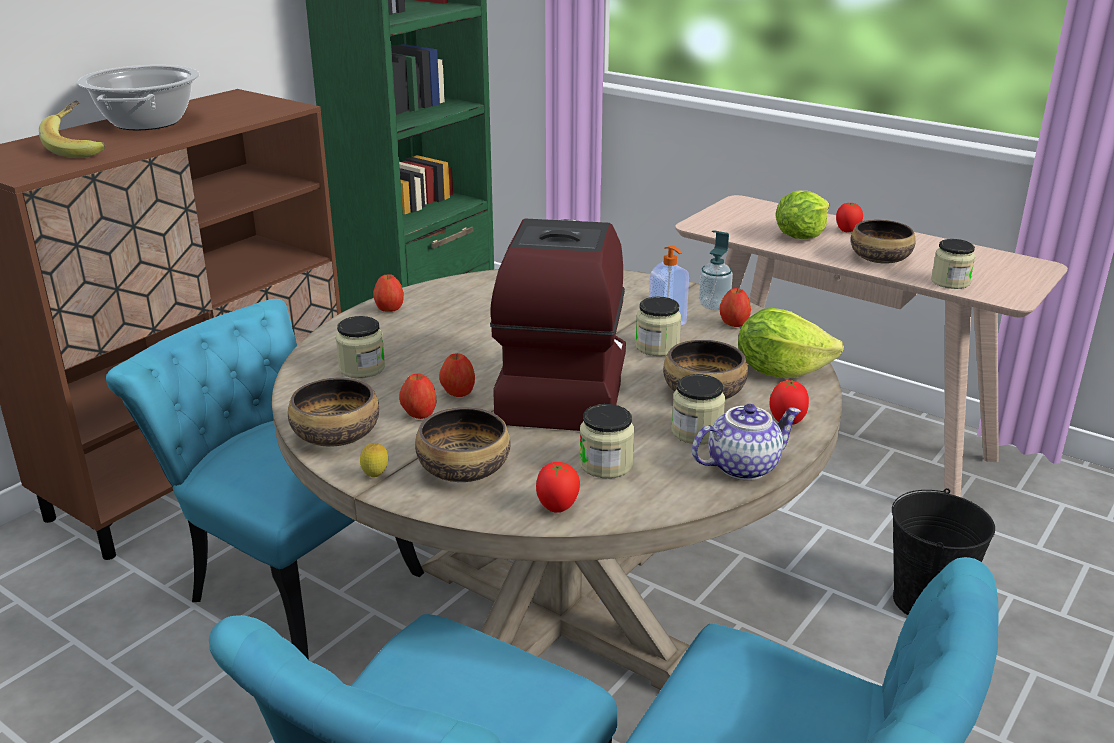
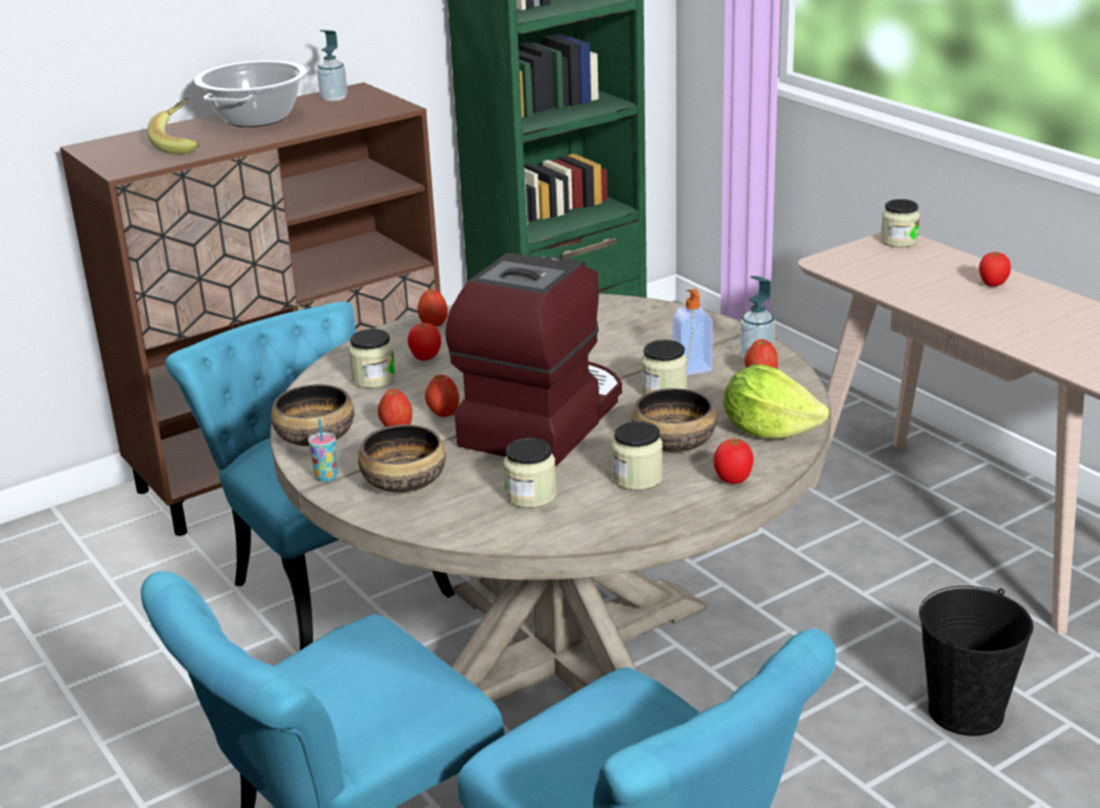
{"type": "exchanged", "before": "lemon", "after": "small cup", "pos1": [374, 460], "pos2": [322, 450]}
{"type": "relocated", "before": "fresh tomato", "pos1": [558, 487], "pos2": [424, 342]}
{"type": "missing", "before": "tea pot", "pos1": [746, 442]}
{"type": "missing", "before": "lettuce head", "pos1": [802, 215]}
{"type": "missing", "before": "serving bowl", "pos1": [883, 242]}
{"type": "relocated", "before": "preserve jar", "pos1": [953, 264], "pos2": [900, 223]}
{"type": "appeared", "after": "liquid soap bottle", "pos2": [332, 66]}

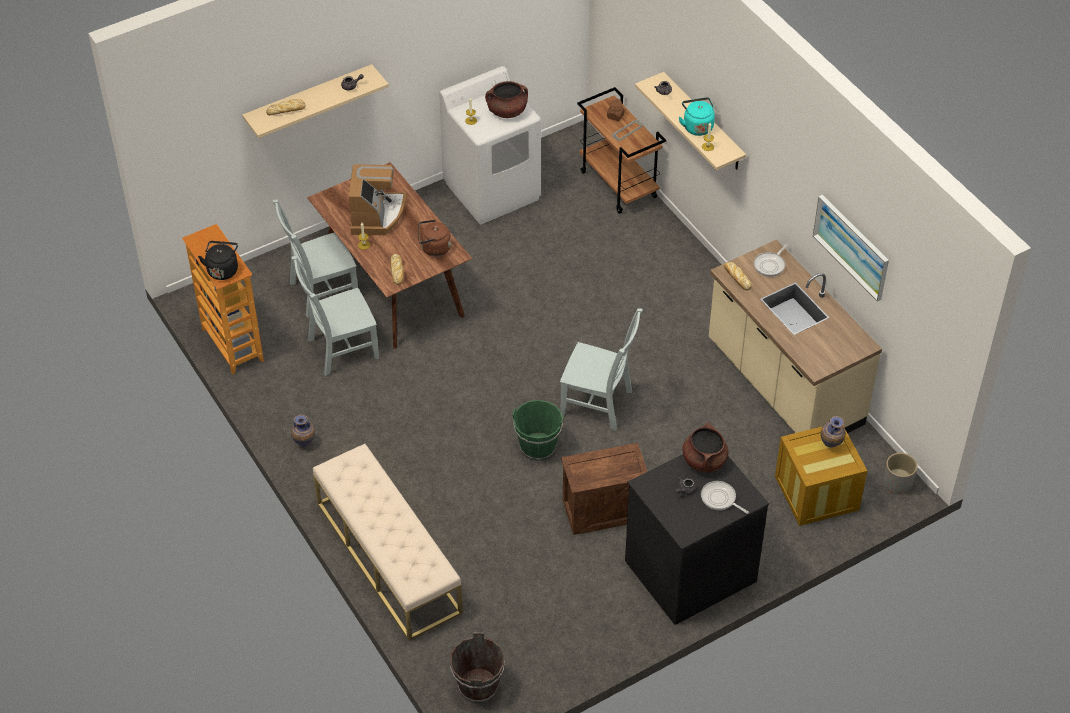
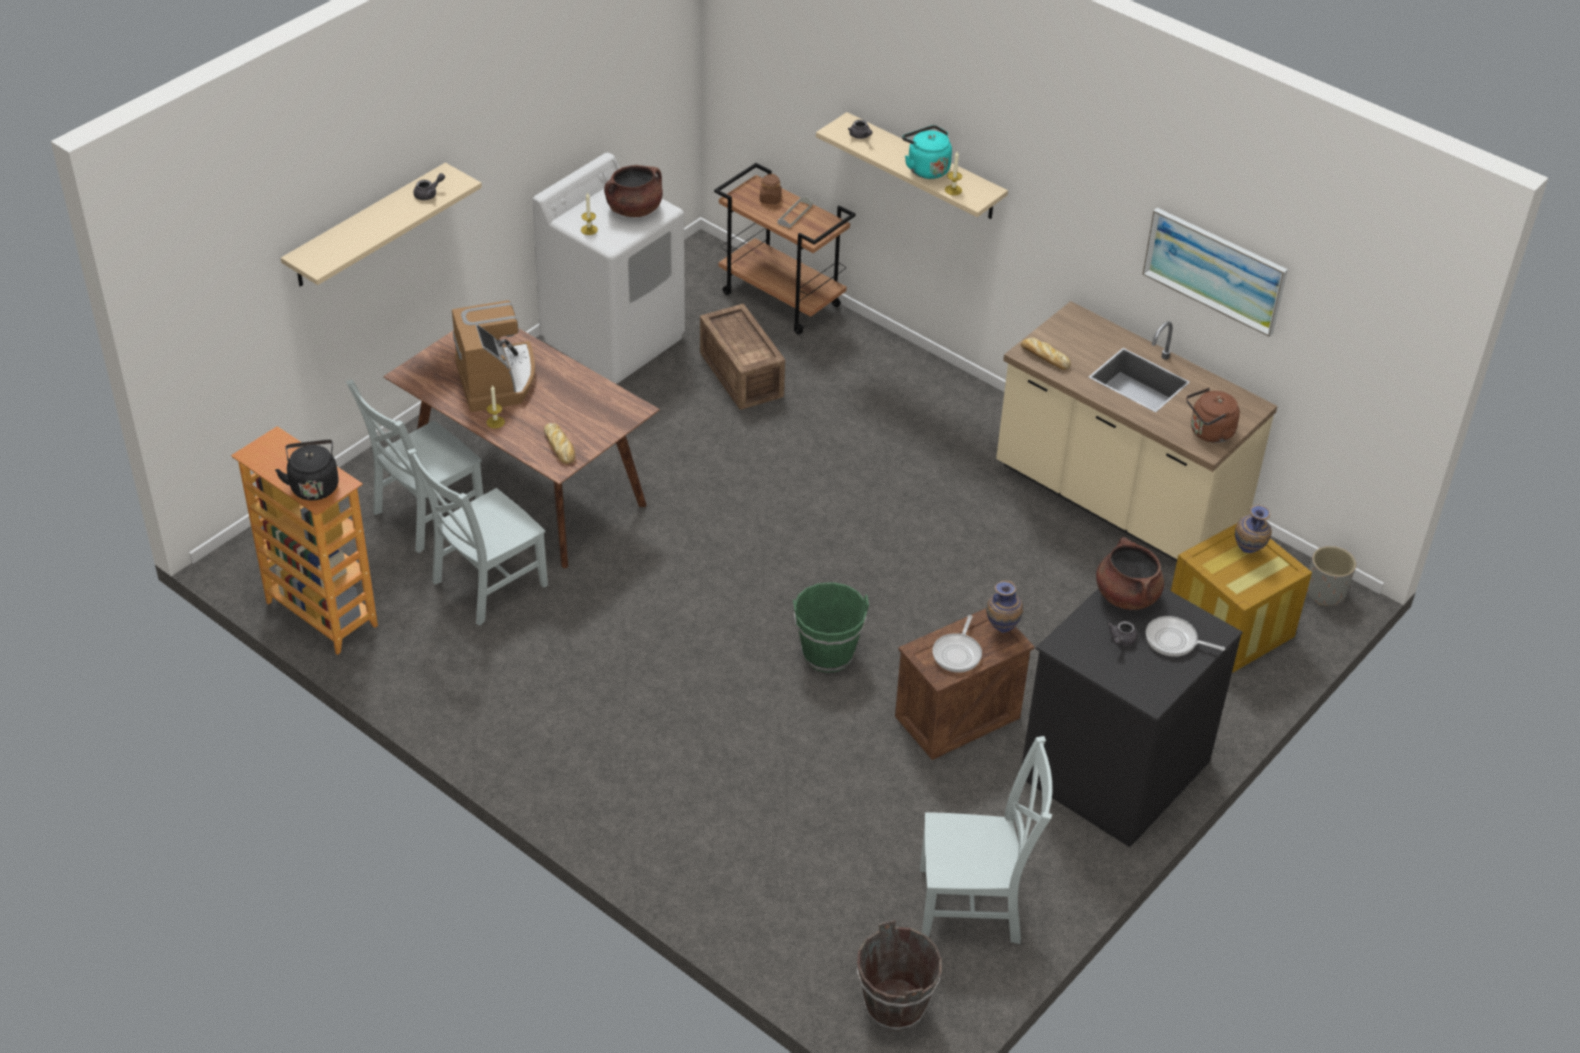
{"type": "missing", "before": "bakery bread", "pos1": [286, 107]}
{"type": "relocated", "before": "decorative vase", "pos1": [303, 430], "pos2": [1004, 607]}
{"type": "missing", "before": "sand-coloured long seat", "pos1": [388, 542]}
{"type": "relocated", "before": "brownish kettle", "pos1": [434, 238], "pos2": [1213, 415]}
{"type": "relocated", "before": "gray chair", "pos1": [601, 369], "pos2": [986, 840]}
{"type": "relocated", "before": "pan", "pos1": [771, 260], "pos2": [957, 644]}
{"type": "appeared", "after": "crate", "pos2": [742, 357]}

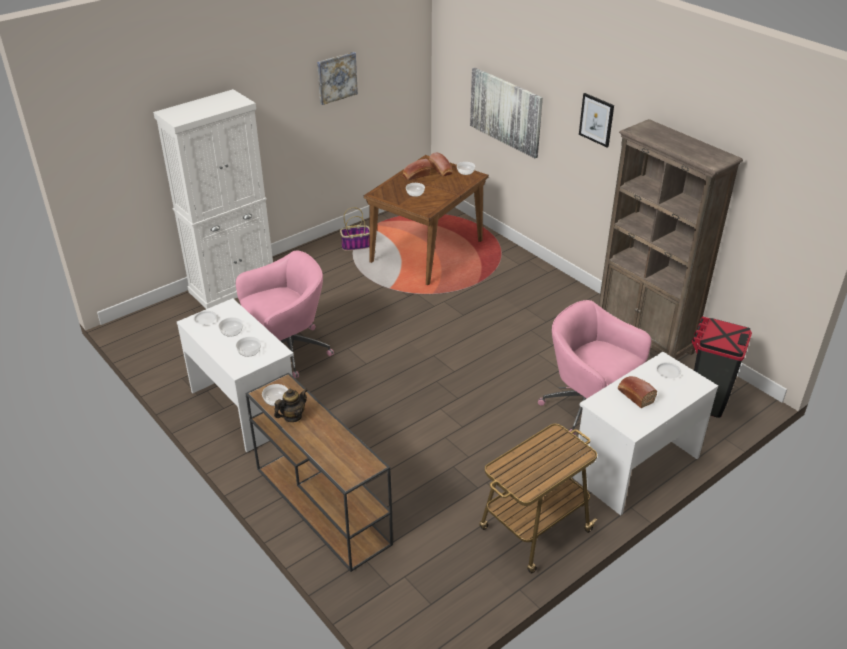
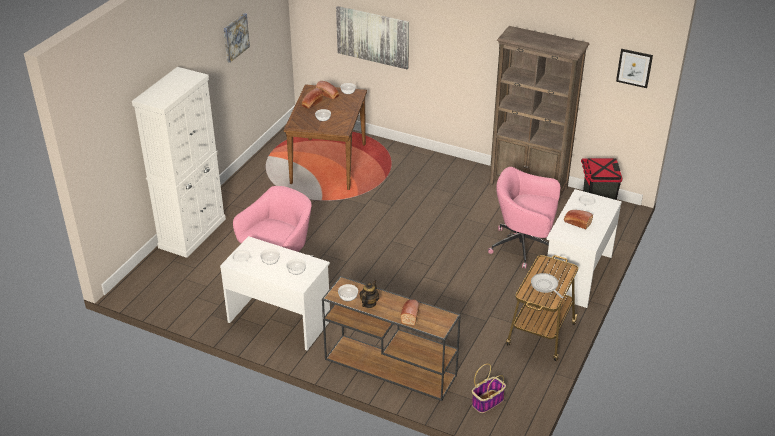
{"type": "relocated", "before": "basket", "pos1": [354, 229], "pos2": [489, 388]}
{"type": "relocated", "before": "wall art", "pos1": [596, 120], "pos2": [634, 68]}
{"type": "appeared", "after": "bakery bread", "pos2": [410, 312]}
{"type": "appeared", "after": "pan", "pos2": [547, 285]}

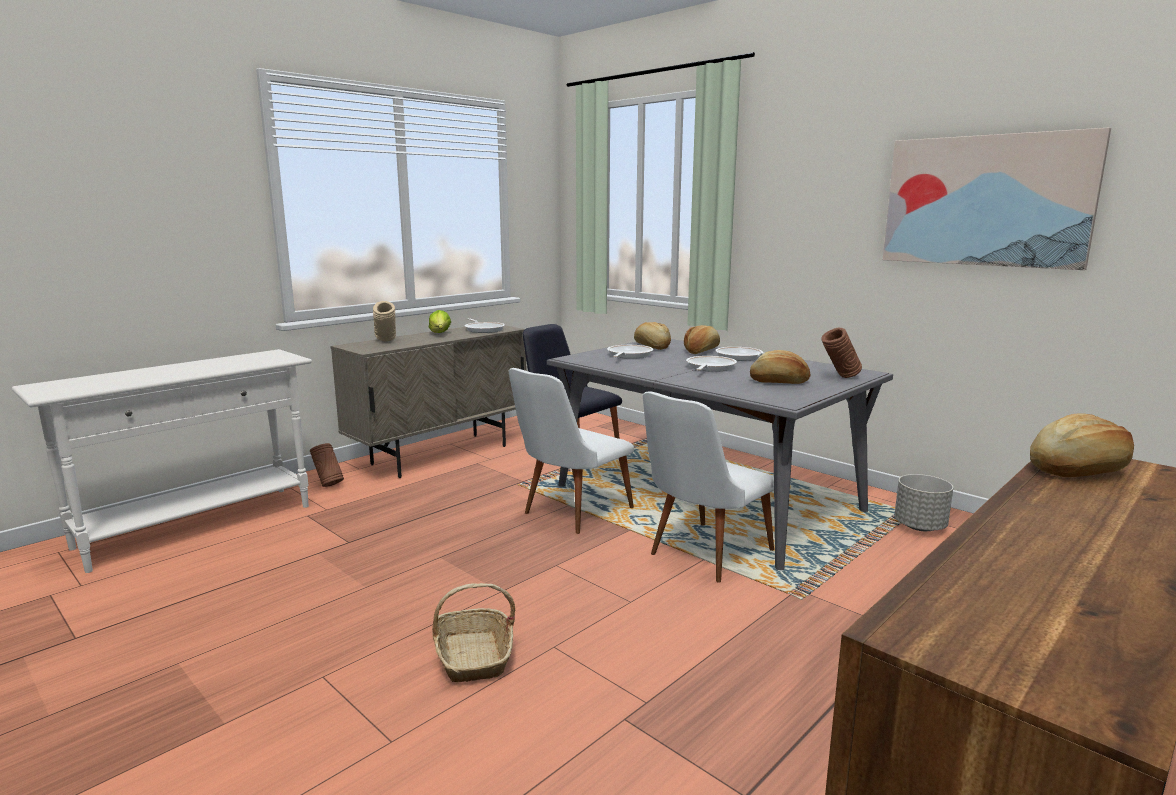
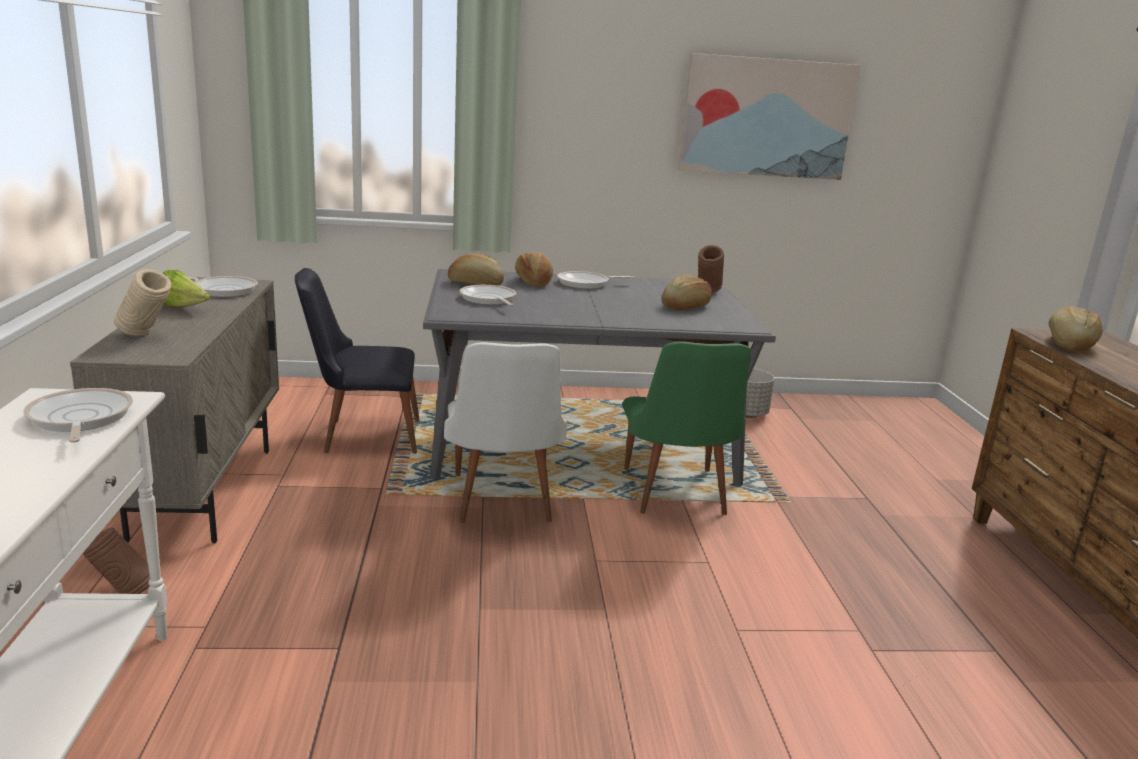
{"type": "missing", "before": "basket", "pos1": [474, 632]}
{"type": "colour", "before": "white-coloured chair", "after": "green chair", "pos1": [708, 487], "pos2": [687, 428]}
{"type": "relocated", "before": "pan", "pos1": [711, 364], "pos2": [78, 415]}

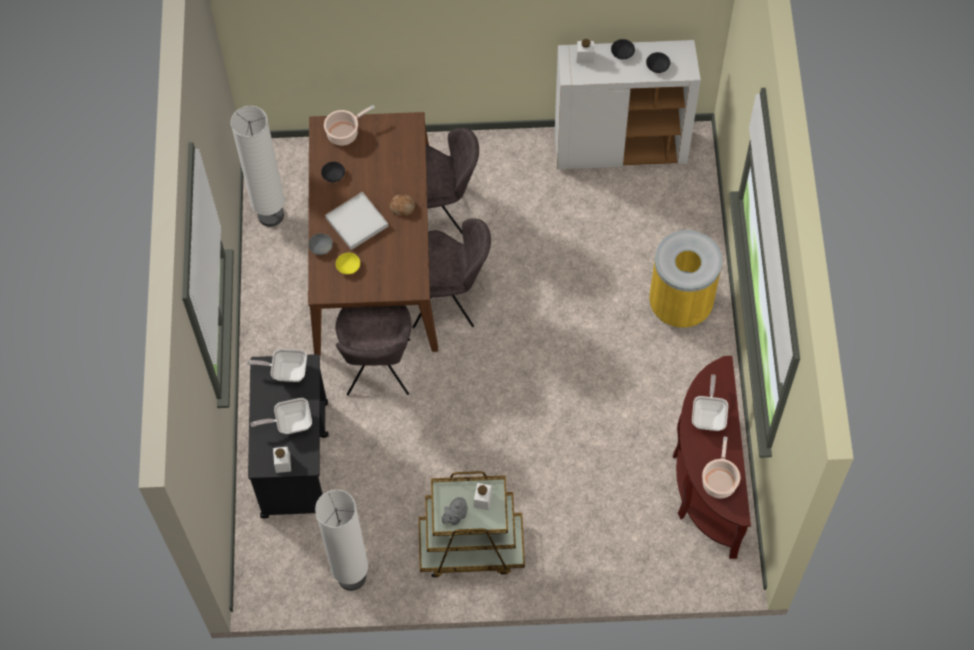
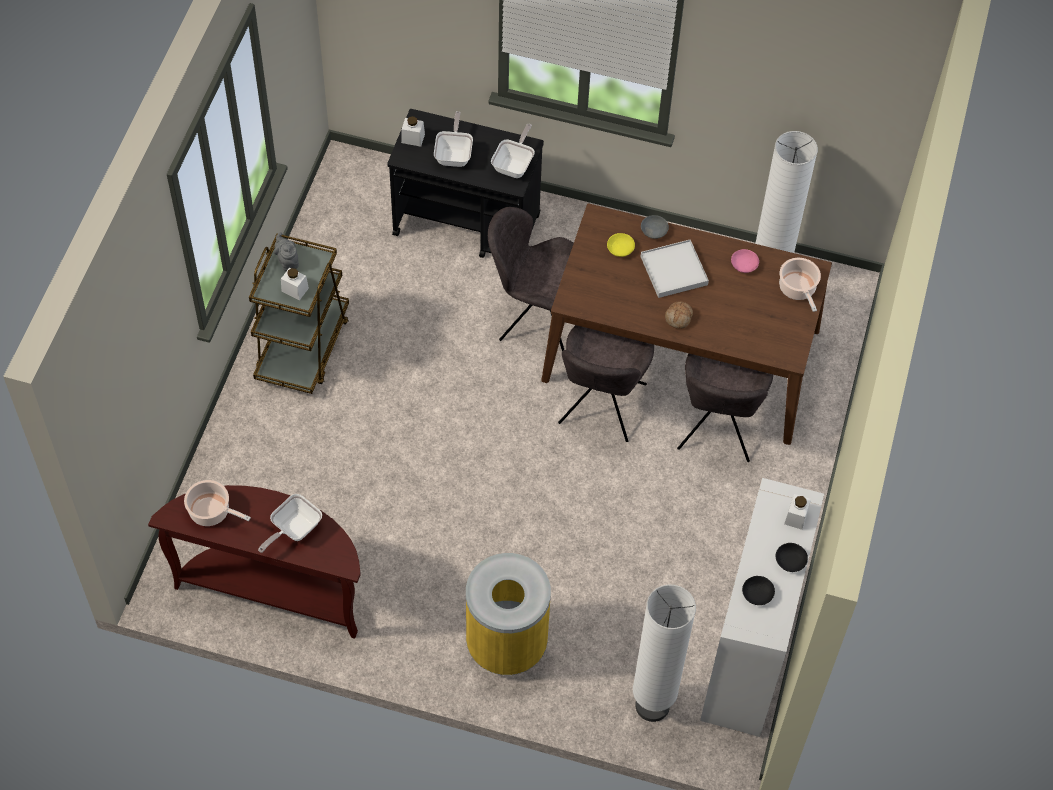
{"type": "relocated", "before": "white-coloured standing lamp", "pos1": [341, 540], "pos2": [664, 653]}
{"type": "colour", "before": "blackish serving bowl", "after": "pink serving bowl", "pos1": [333, 172], "pos2": [745, 261]}
{"type": "spun", "before": "pan", "pos1": [710, 402], "pos2": [290, 523], "turn": 105}

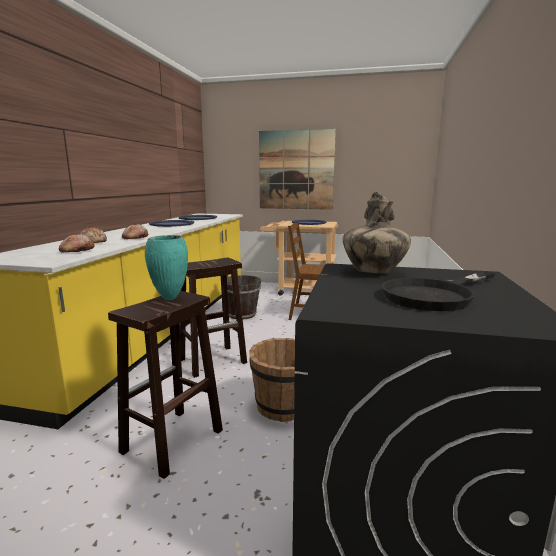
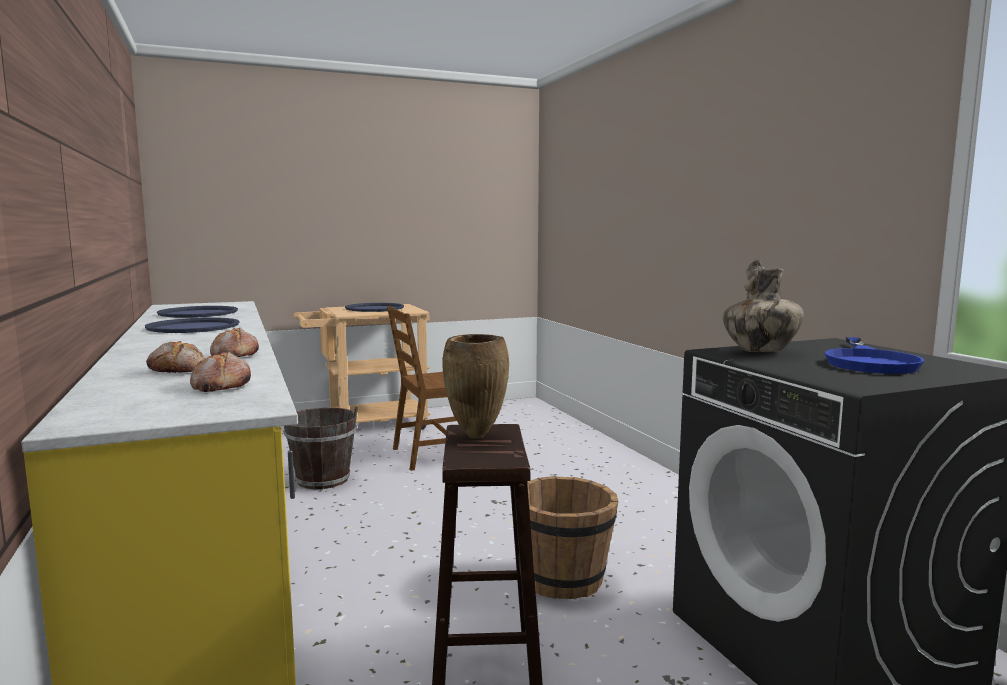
{"type": "colour", "before": "turquoise decorative vase", "after": "brownish decorative vase", "pos1": [166, 267], "pos2": [475, 386]}
{"type": "missing", "before": "brownish stool", "pos1": [213, 318]}
{"type": "missing", "before": "wall art", "pos1": [297, 169]}
{"type": "colour", "before": "blackish pan", "after": "bluish pan", "pos1": [438, 291], "pos2": [874, 355]}

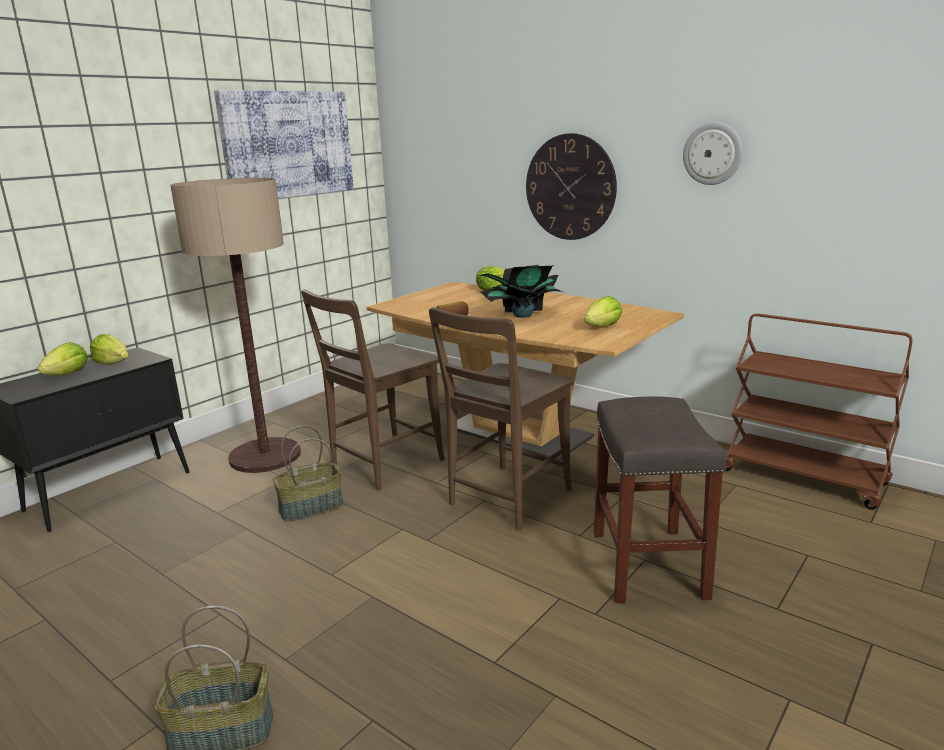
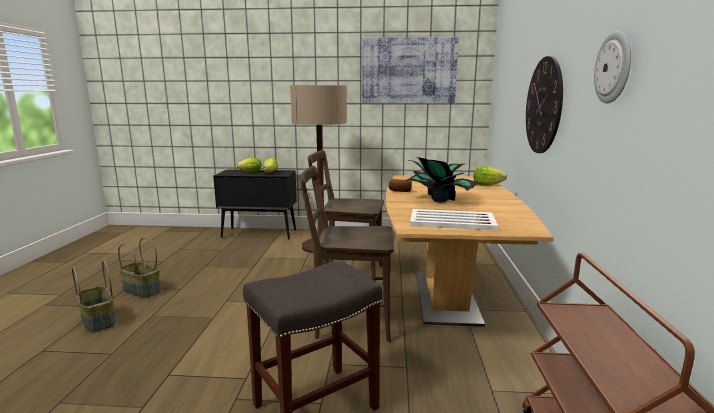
{"type": "relocated", "before": "basket", "pos1": [308, 473], "pos2": [139, 267]}
{"type": "exchanged", "before": "lettuce head", "after": "white-coloured tray", "pos1": [603, 311], "pos2": [454, 220]}

